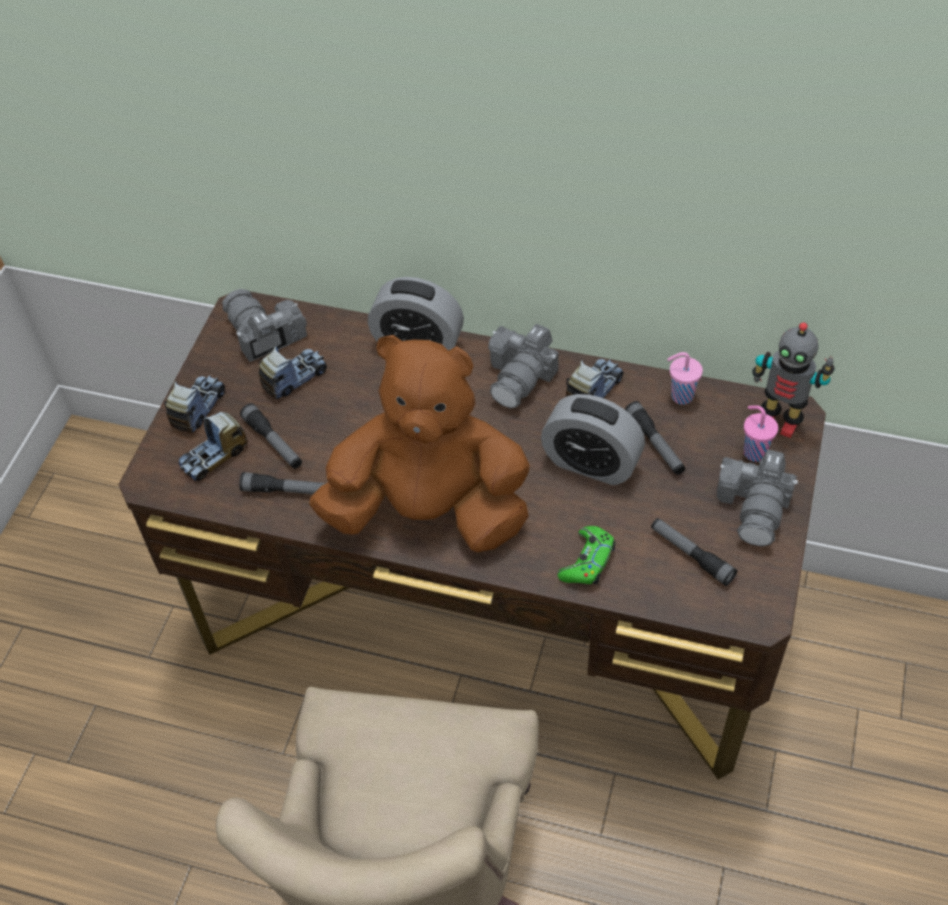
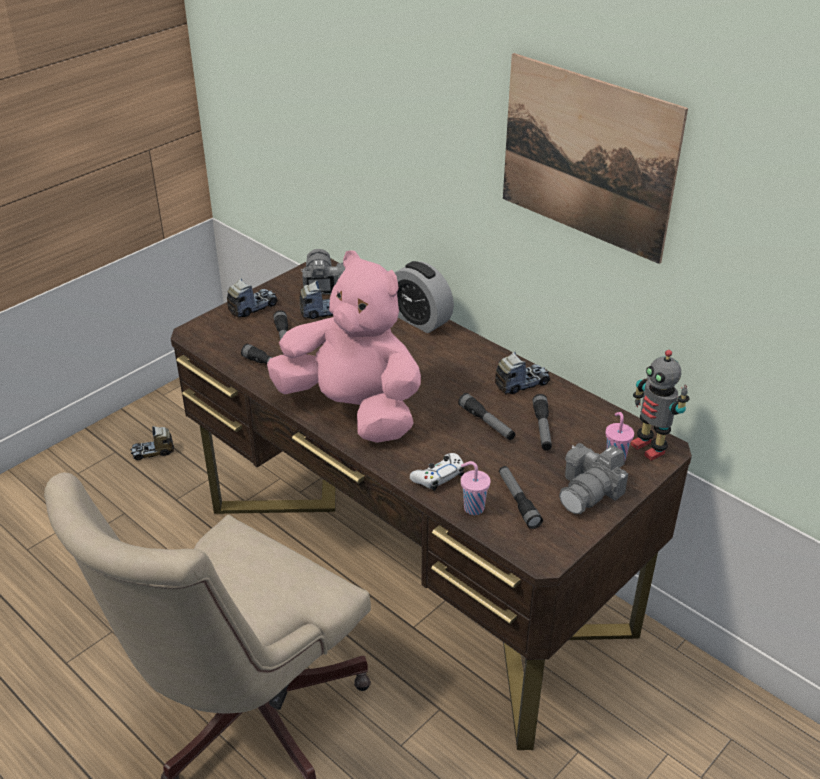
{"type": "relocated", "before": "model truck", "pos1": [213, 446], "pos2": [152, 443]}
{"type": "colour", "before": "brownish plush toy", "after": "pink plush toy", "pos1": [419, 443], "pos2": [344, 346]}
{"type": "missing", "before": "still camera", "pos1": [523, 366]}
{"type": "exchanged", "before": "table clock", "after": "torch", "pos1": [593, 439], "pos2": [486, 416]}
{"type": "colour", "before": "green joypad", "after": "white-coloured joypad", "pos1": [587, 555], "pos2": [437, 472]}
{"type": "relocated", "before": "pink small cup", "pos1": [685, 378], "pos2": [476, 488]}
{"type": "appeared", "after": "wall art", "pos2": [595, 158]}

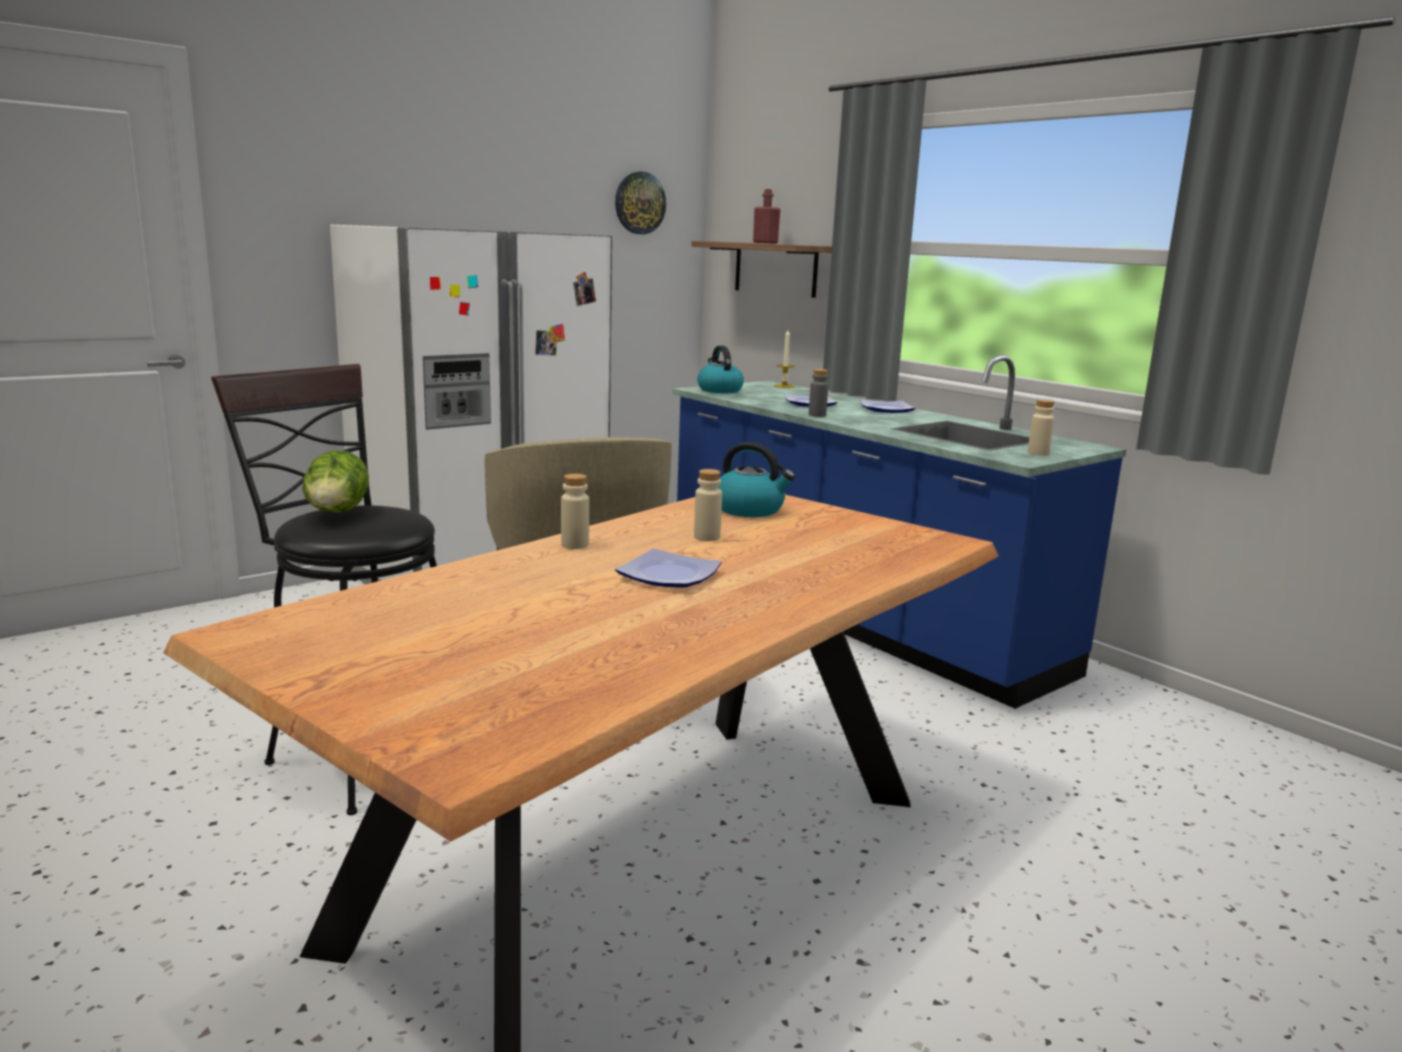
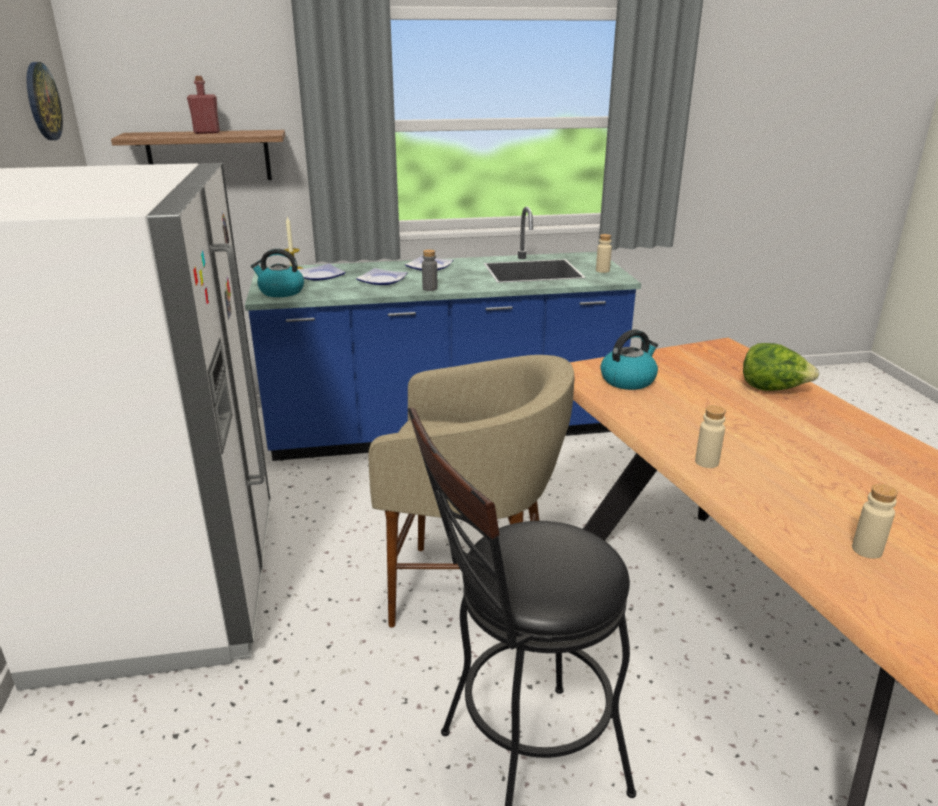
{"type": "relocated", "before": "lettuce head", "pos1": [335, 481], "pos2": [781, 367]}
{"type": "relocated", "before": "plate", "pos1": [668, 568], "pos2": [321, 272]}
{"type": "relocated", "before": "sand-coloured beverage bottle", "pos1": [708, 505], "pos2": [875, 521]}

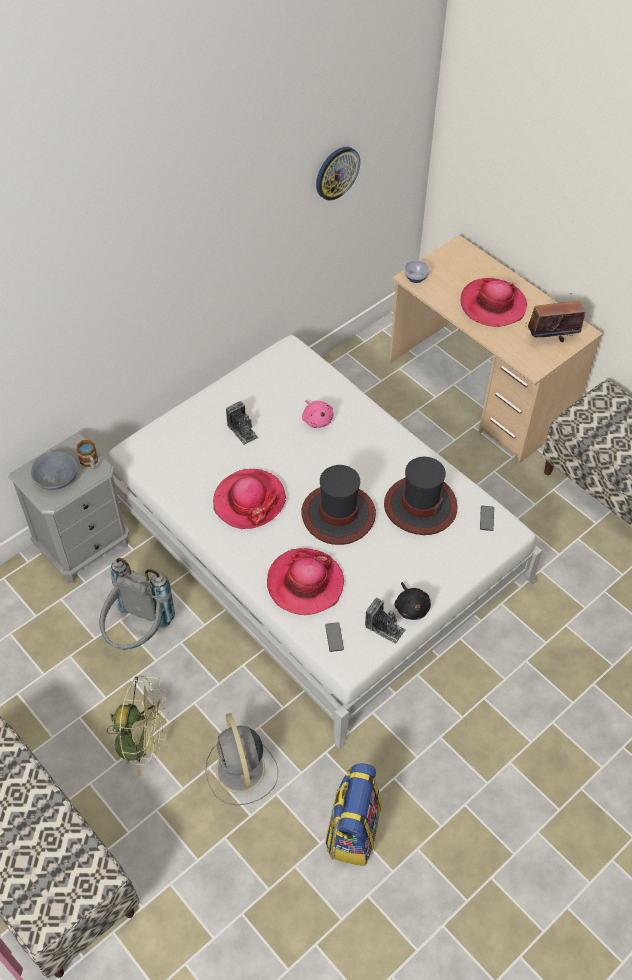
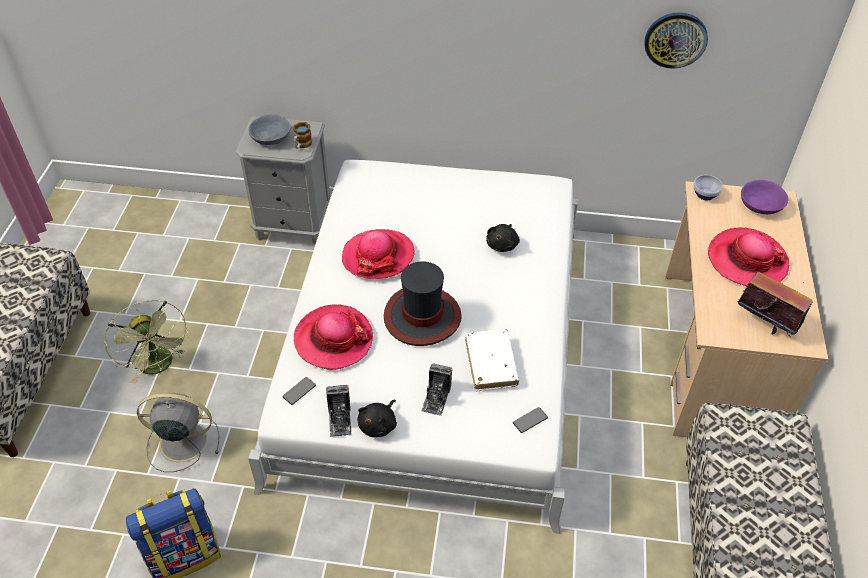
{"type": "missing", "before": "gray rucksack", "pos1": [137, 604]}
{"type": "spun", "before": "gray fan", "pos1": [241, 759], "pos2": [178, 432], "turn": 60}
{"type": "relocated", "before": "still camera", "pos1": [242, 423], "pos2": [436, 389]}
{"type": "colour", "before": "pink plush toy", "after": "blackish plush toy", "pos1": [318, 414], "pos2": [503, 238]}
{"type": "exchanged", "before": "wearable hat", "after": "white-coloured bound book", "pos1": [420, 496], "pos2": [492, 360]}
{"type": "appeared", "after": "purple serving bowl", "pos2": [765, 197]}

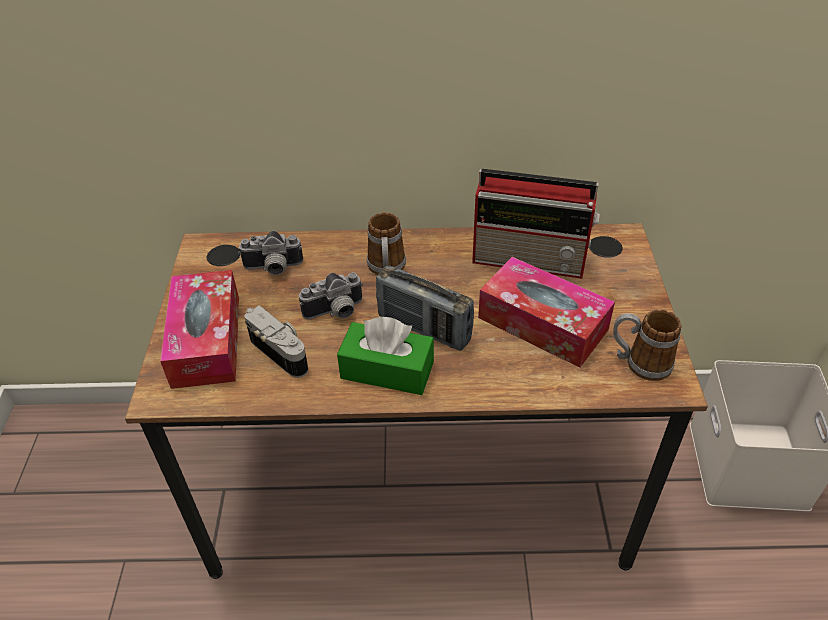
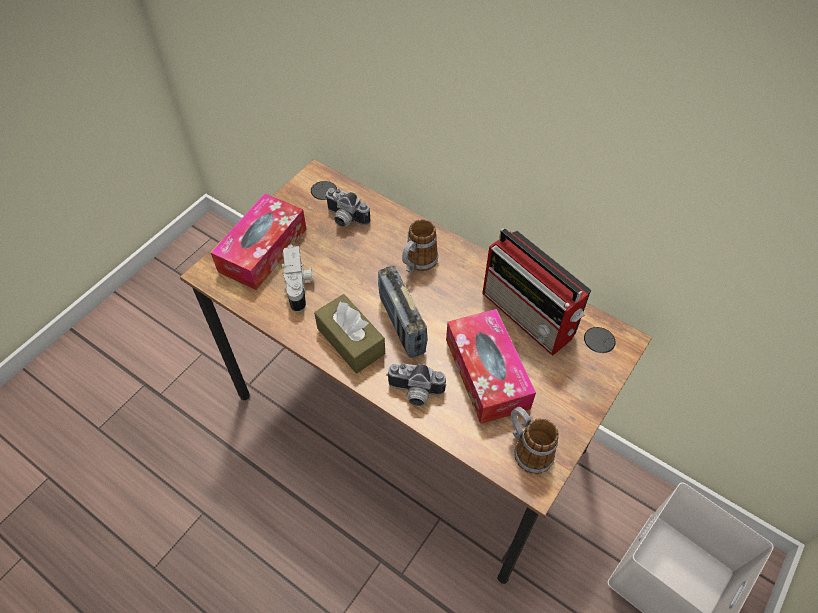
{"type": "relocated", "before": "still camera", "pos1": [331, 295], "pos2": [416, 384]}
{"type": "colour", "before": "green tissue holder", "after": "brownish tissue holder", "pos1": [385, 356], "pos2": [349, 333]}

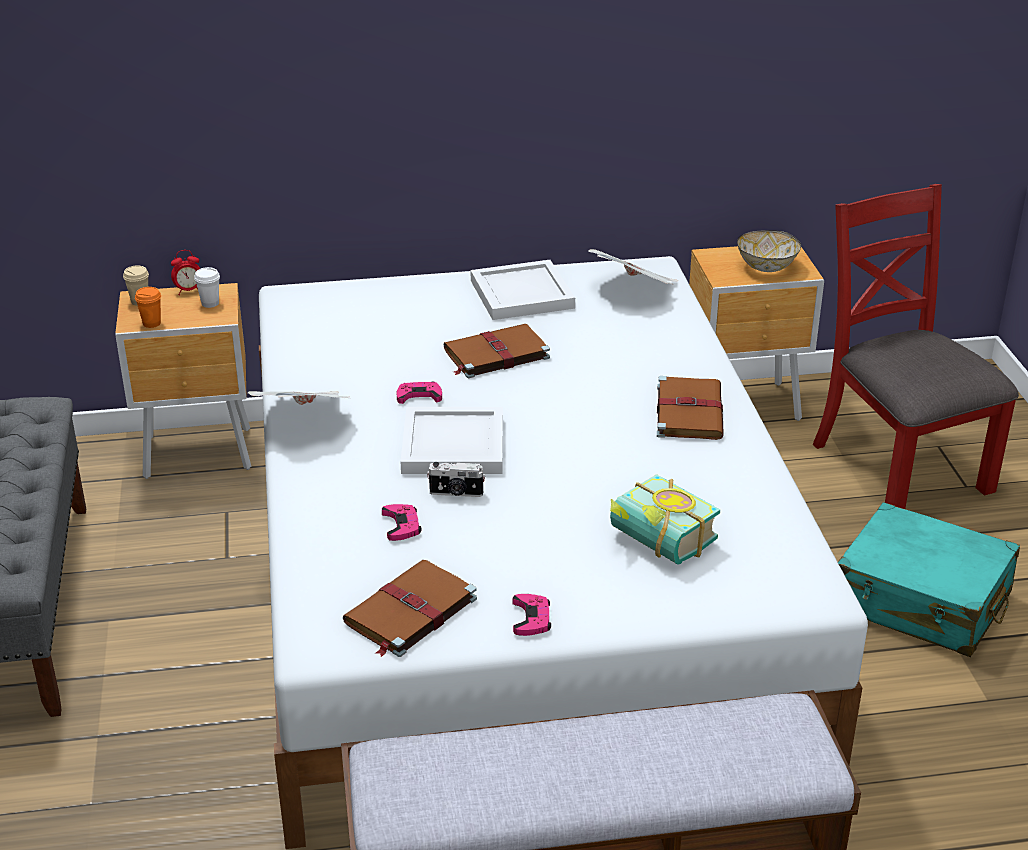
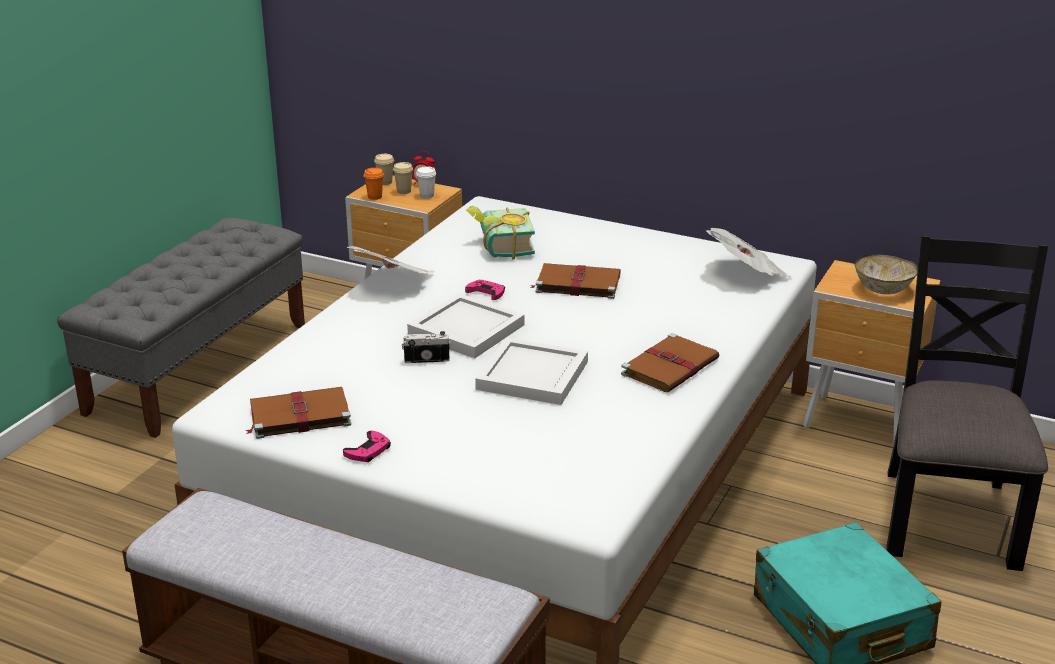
{"type": "missing", "before": "pink joypad", "pos1": [402, 522]}
{"type": "spun", "before": "still camera", "pos1": [456, 479], "pos2": [426, 347], "turn": 135}
{"type": "relocated", "before": "white-coloured tray", "pos1": [523, 290], "pos2": [531, 371]}
{"type": "relocated", "before": "bound book", "pos1": [665, 519], "pos2": [500, 233]}
{"type": "colour", "before": "red chair", "after": "blackish chair", "pos1": [916, 346], "pos2": [967, 403]}
{"type": "appeared", "after": "sand-coloured small cup", "pos2": [403, 178]}

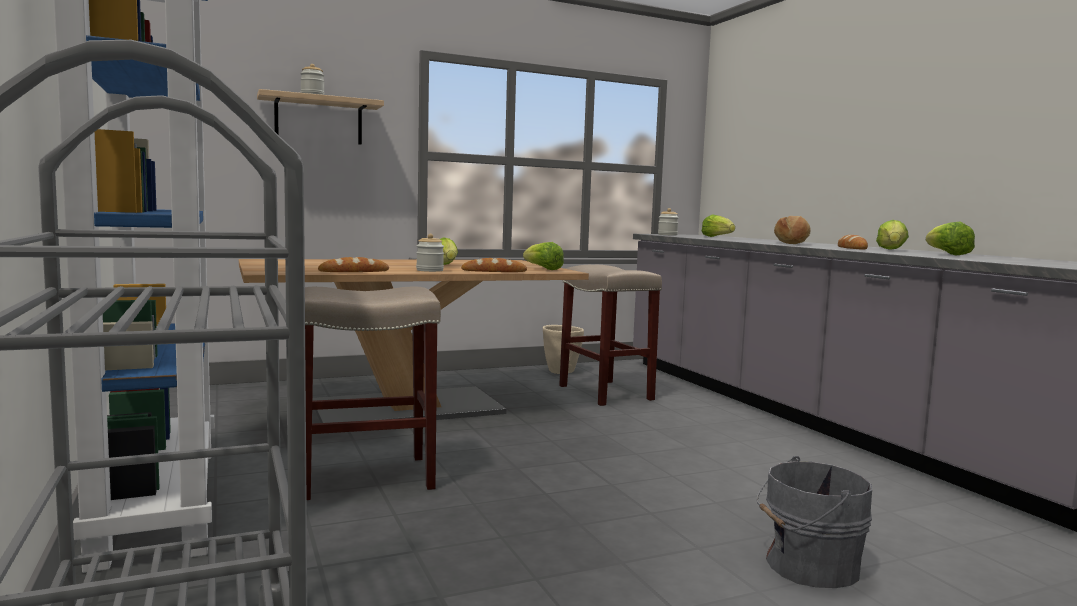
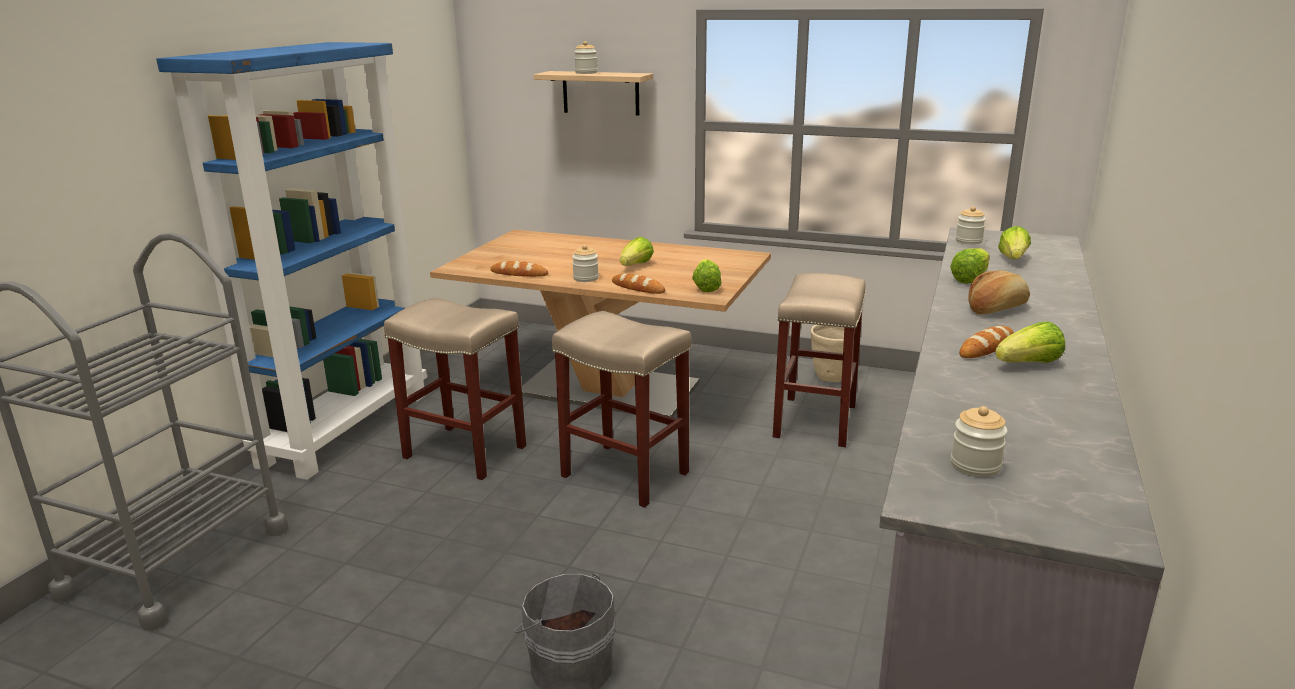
{"type": "relocated", "before": "lettuce head", "pos1": [950, 238], "pos2": [970, 265]}
{"type": "appeared", "after": "sand-coloured stool", "pos2": [621, 409]}
{"type": "appeared", "after": "preserve jar", "pos2": [979, 441]}

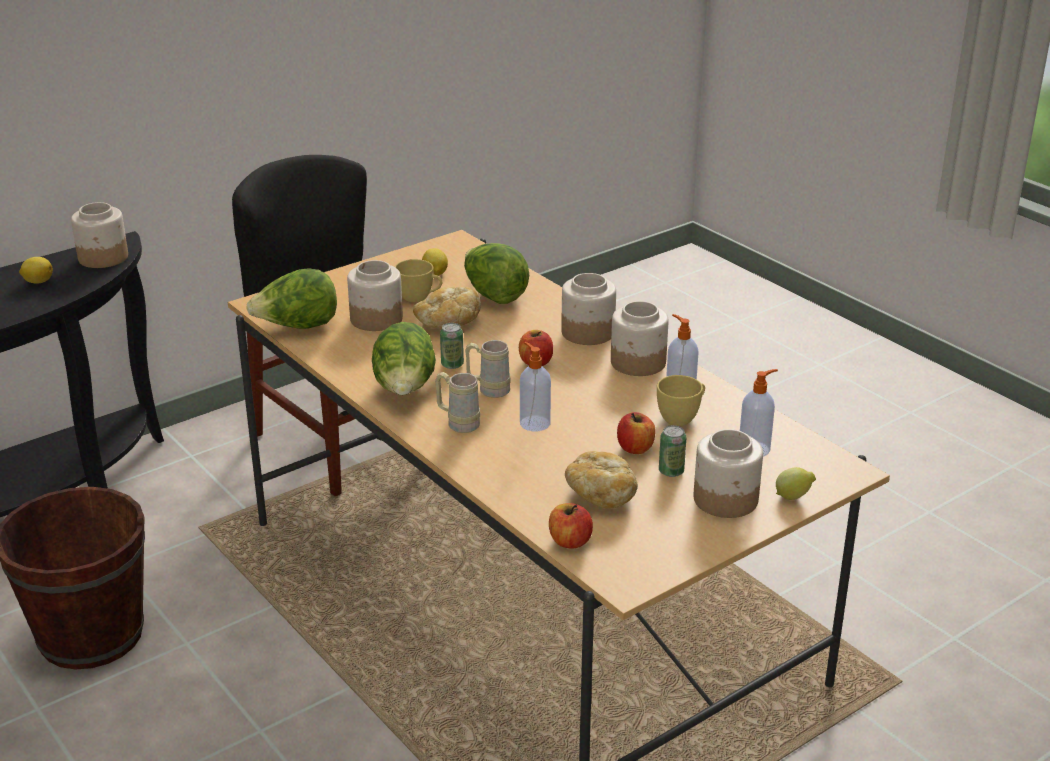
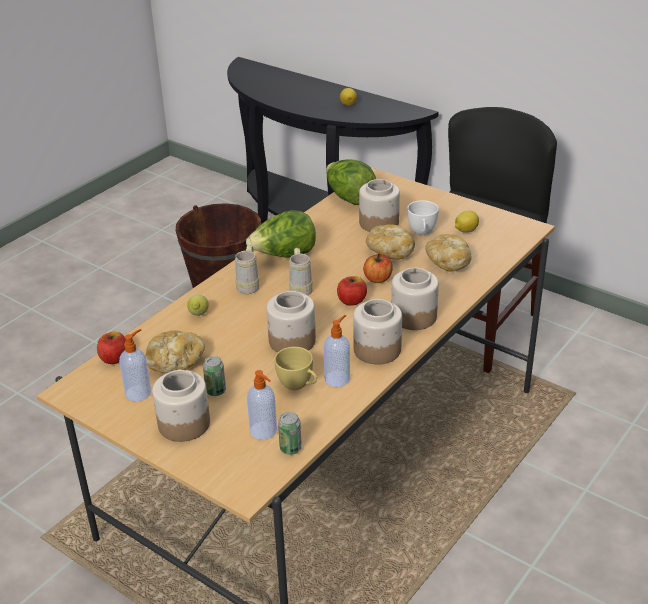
{"type": "relocated", "before": "preserve jar", "pos1": [99, 235], "pos2": [291, 322]}
{"type": "colour", "before": "yellow small cup", "after": "white-coloured small cup", "pos1": [418, 280], "pos2": [423, 217]}
{"type": "relocated", "before": "can", "pos1": [452, 346], "pos2": [290, 433]}
{"type": "exchanged", "before": "lettuce head", "after": "bakery bread", "pos1": [496, 273], "pos2": [448, 252]}
{"type": "relocated", "before": "liquid soap bottle", "pos1": [535, 386], "pos2": [135, 365]}
{"type": "relocated", "before": "apple fruit", "pos1": [636, 433], "pos2": [378, 268]}
{"type": "relocated", "before": "lemon", "pos1": [796, 483], "pos2": [198, 305]}

